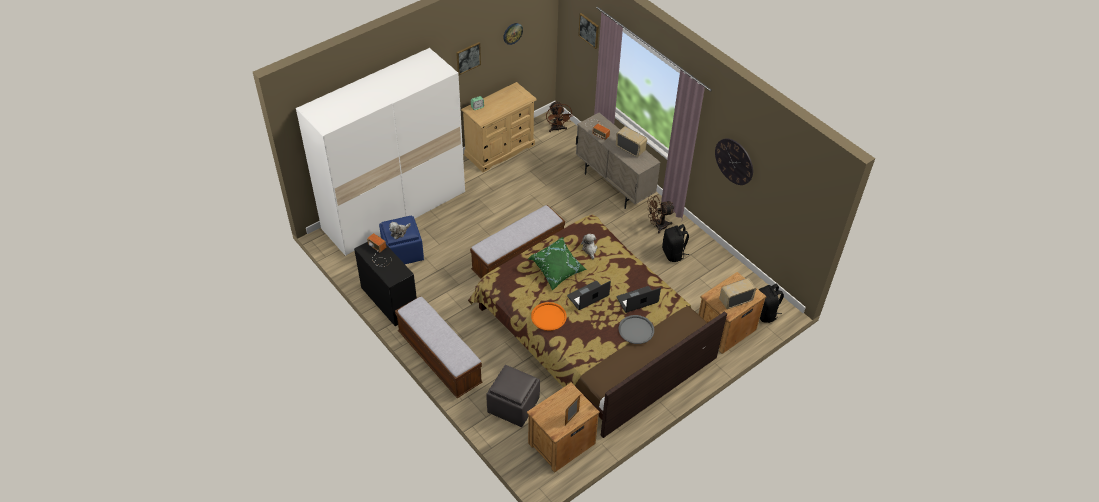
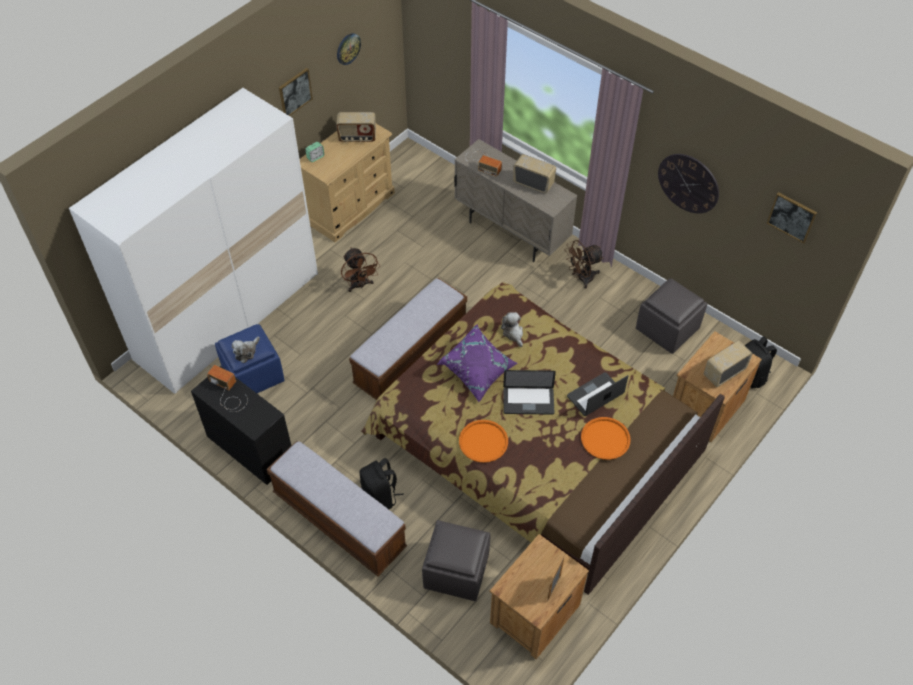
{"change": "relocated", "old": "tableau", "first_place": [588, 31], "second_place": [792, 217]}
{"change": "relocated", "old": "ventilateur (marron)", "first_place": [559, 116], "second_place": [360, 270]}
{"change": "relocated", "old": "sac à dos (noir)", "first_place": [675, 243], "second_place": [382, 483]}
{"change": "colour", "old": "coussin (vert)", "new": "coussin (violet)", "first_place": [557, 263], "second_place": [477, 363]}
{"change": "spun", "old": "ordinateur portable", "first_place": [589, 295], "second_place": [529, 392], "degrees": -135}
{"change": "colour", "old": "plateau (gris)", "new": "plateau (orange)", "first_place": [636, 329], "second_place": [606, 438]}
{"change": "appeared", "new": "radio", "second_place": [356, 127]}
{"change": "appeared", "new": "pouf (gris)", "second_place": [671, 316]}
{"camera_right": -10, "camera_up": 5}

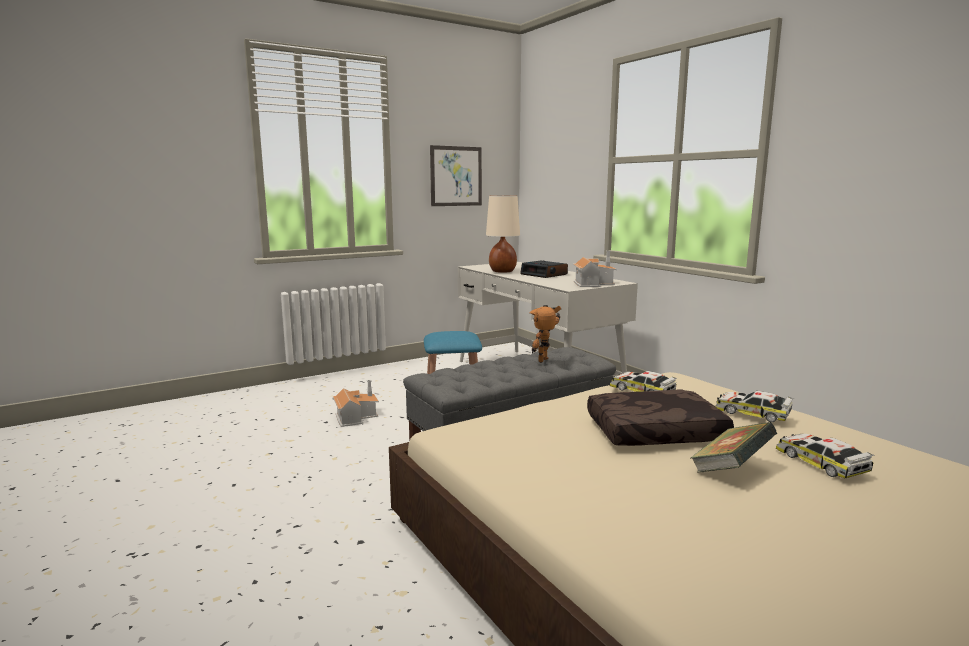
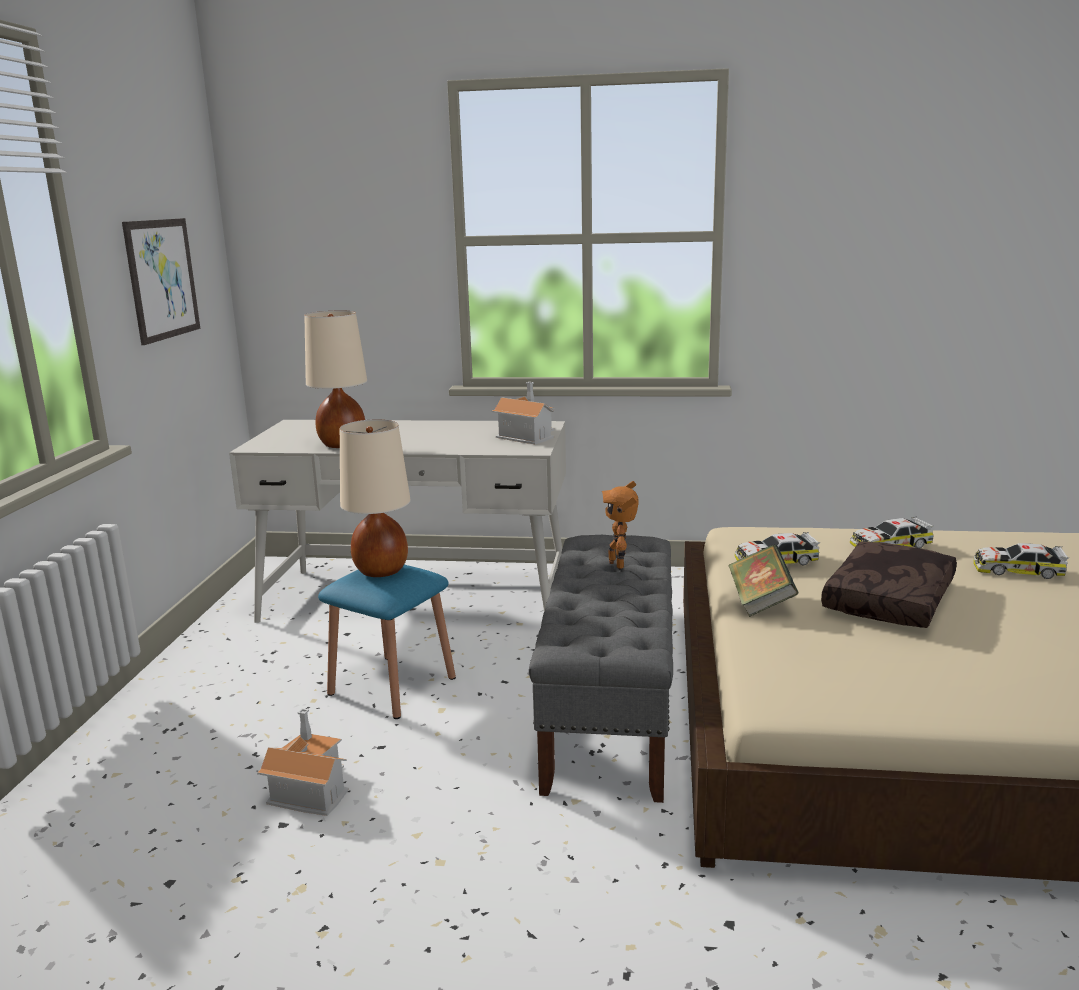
{"change": "missing", "old": "réveil", "first_place": [544, 269]}
{"change": "relocated", "old": "livre", "first_place": [733, 447], "second_place": [763, 580]}
{"change": "appeared", "new": "lampe de table (beige)", "second_place": [375, 498]}
{"camera_right": -50, "camera_up": 5}

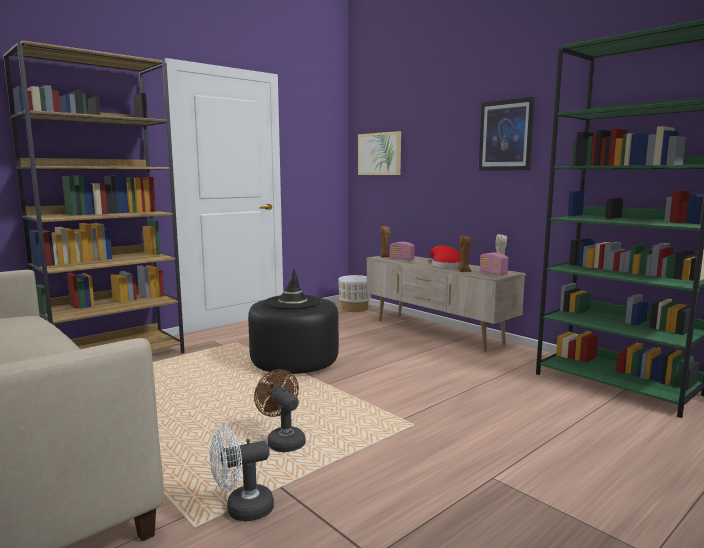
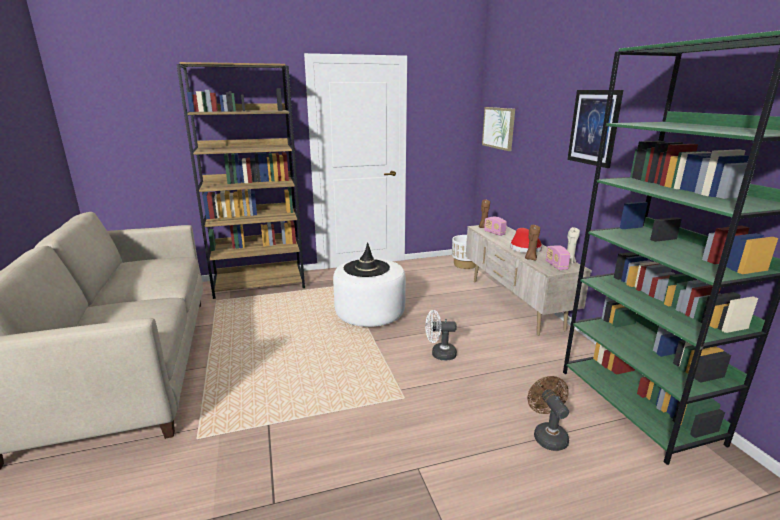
{"change": "colour", "old": "pouf (noir)", "new": "pouf (blanc)", "first_place": [293, 336], "second_place": [369, 293]}
{"change": "relocated", "old": "ventilateur (marron)", "first_place": [280, 410], "second_place": [548, 413]}
{"change": "relocated", "old": "ventilateur (blanc)", "first_place": [242, 474], "second_place": [441, 335]}
{"camera_right": 25, "camera_up": 10}

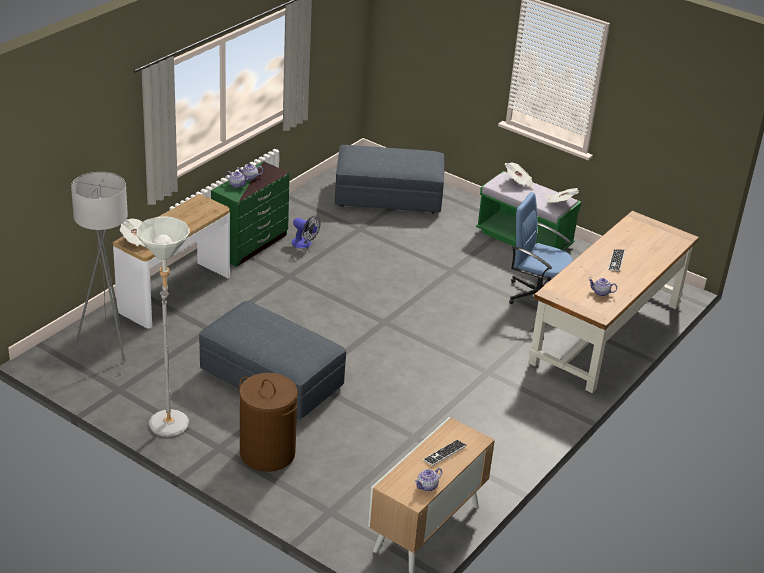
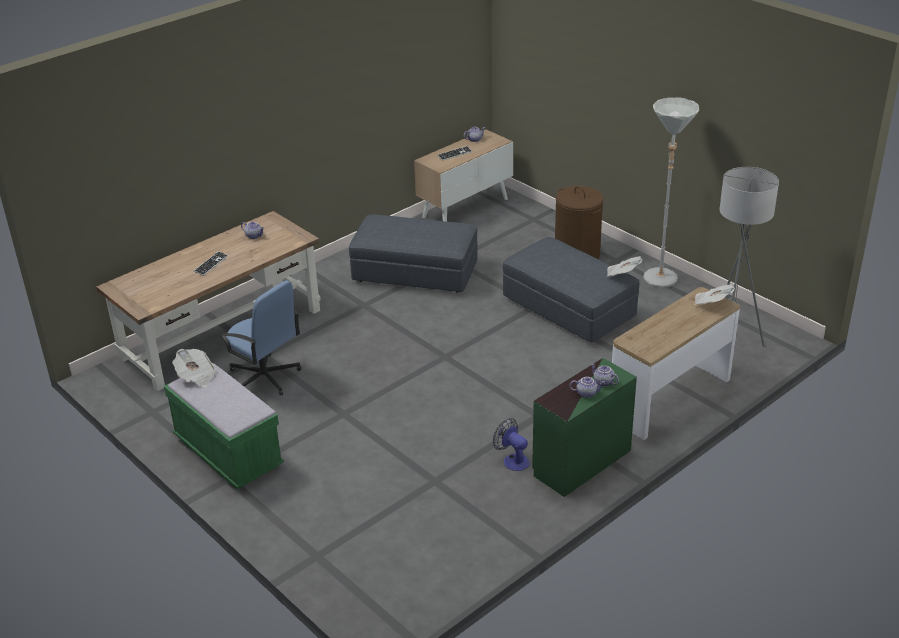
{"change": "relocated", "old": "pouf (gris)", "first_place": [389, 179], "second_place": [413, 254]}
{"change": "relocated", "old": "journal", "first_place": [519, 175], "second_place": [624, 266]}
{"camera_right": -165, "camera_up": 0}

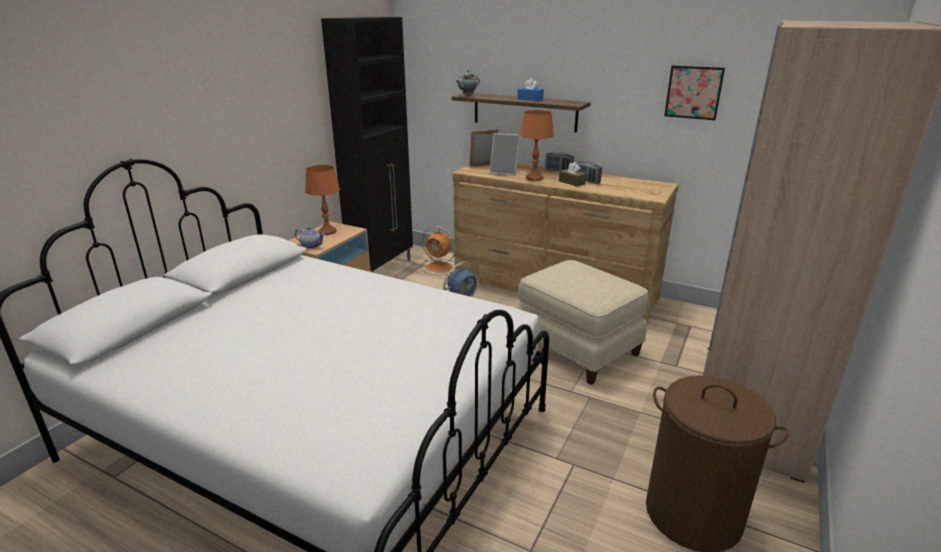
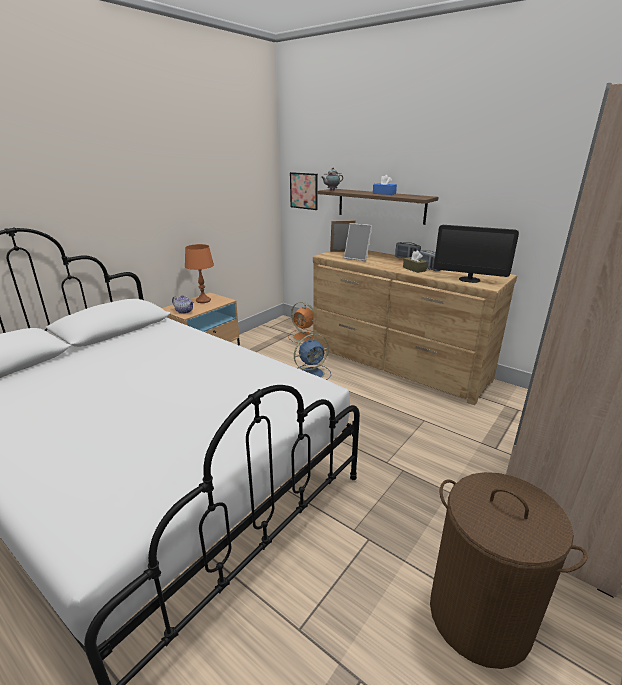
{"change": "missing", "old": "meuble de rangement (noir)", "first_place": [367, 145]}
{"change": "relocated", "old": "tableau", "first_place": [694, 92], "second_place": [304, 191]}
{"change": "missing", "old": "lampe de table (orange)", "first_place": [537, 145]}
{"change": "missing", "old": "pouf (beige)", "first_place": [582, 322]}
{"change": "appeared", "new": "écran d'ordinateur", "second_place": [476, 254]}
{"camera_right": 10, "camera_up": 0}

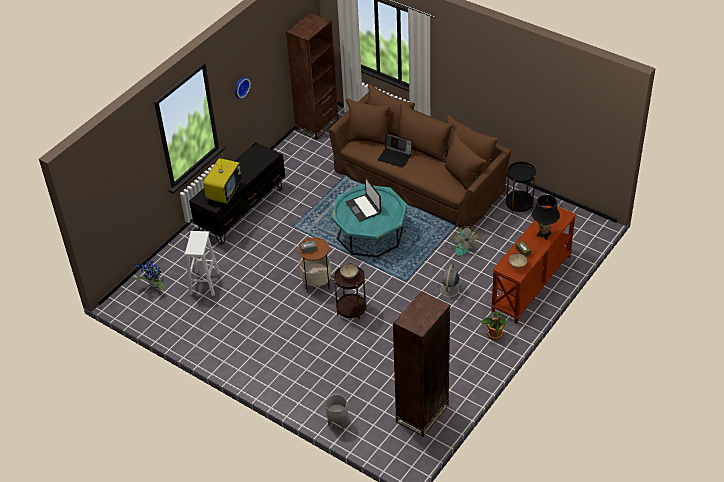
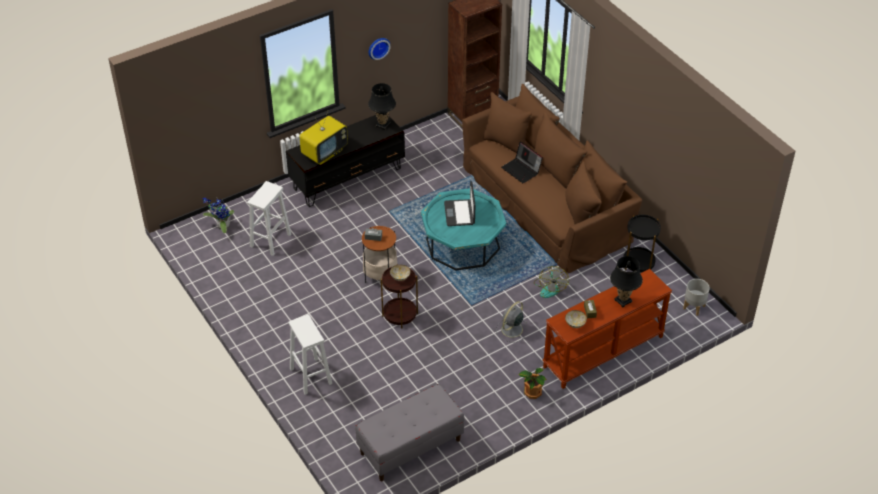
{"change": "exchanged", "old": "bibliothèque (marron)", "new": "banc (gris)", "first_place": [421, 363], "second_place": [409, 432]}
{"change": "relocated", "old": "cache-pot (gris)", "first_place": [336, 411], "second_place": [696, 297]}
{"change": "appeared", "new": "lampe de table (noir)", "second_place": [382, 106]}
{"change": "appeared", "new": "tabouret (blanc)", "second_place": [310, 354]}
{"camera_right": 20, "camera_up": 0}

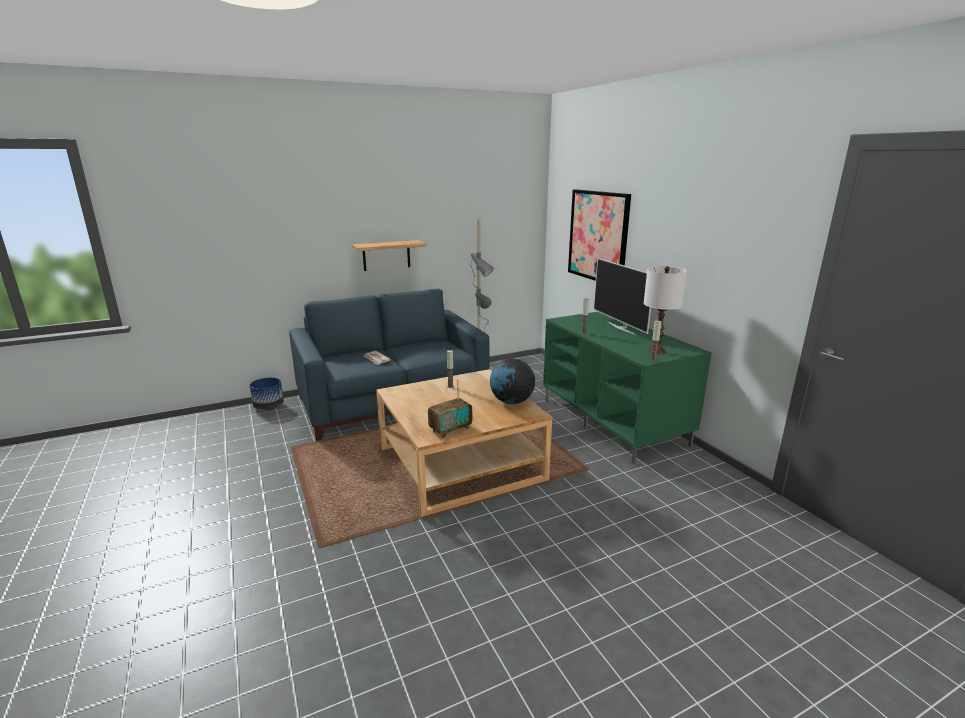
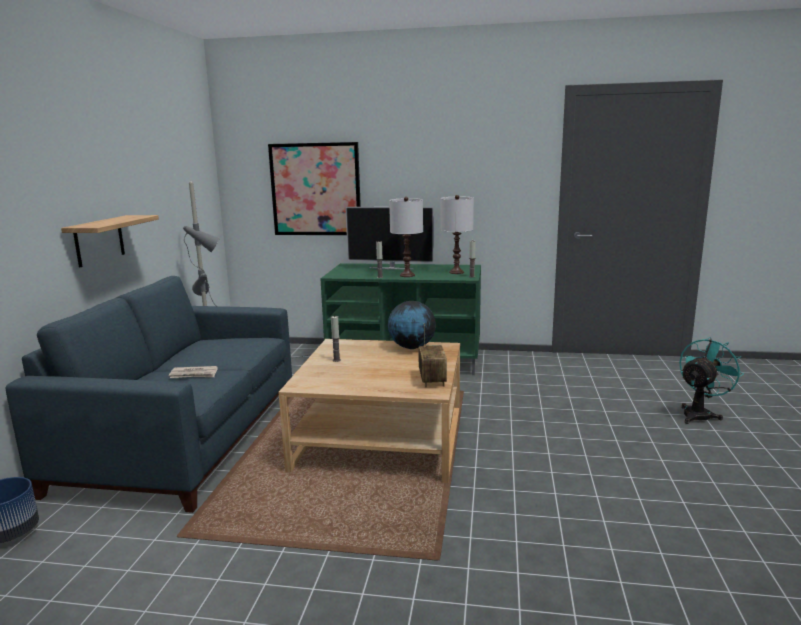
{"change": "appeared", "new": "lampe de table (blanc)", "second_place": [406, 237]}
{"change": "appeared", "new": "ventilateur (turquoise)", "second_place": [711, 380]}
{"camera_right": -55, "camera_up": -5}

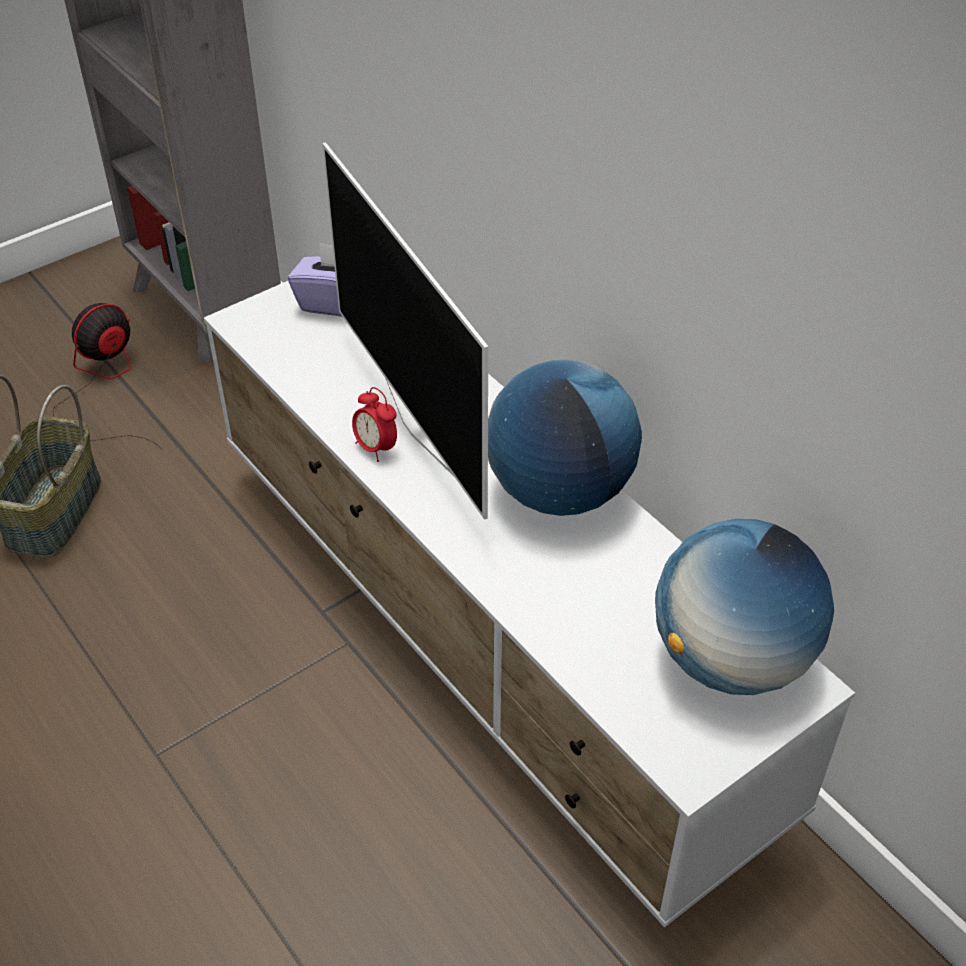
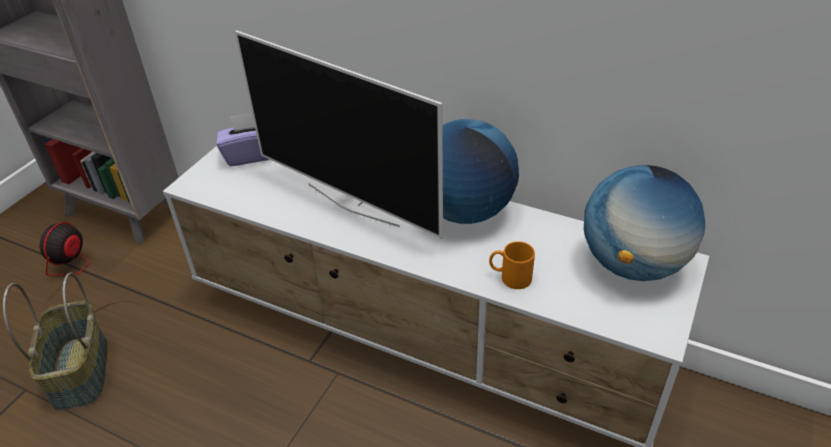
{"change": "missing", "old": "réveil", "first_place": [374, 424]}
{"change": "appeared", "new": "mug (orange)", "second_place": [512, 265]}
{"camera_right": -25, "camera_up": -5}

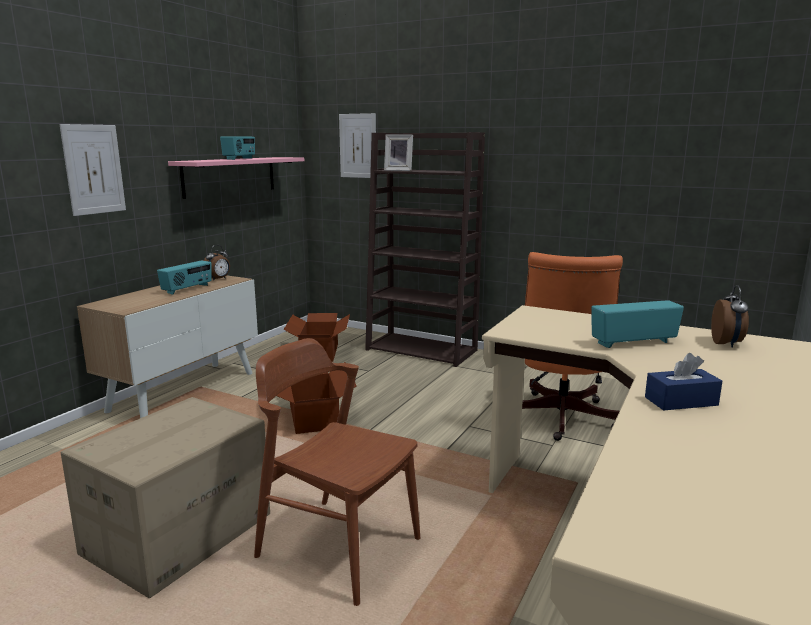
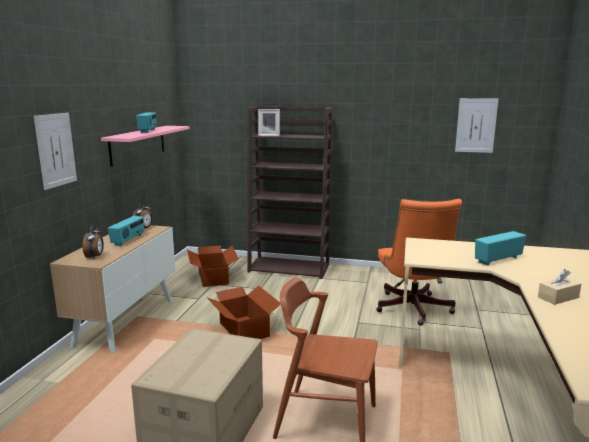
{"change": "relocated", "old": "tableau", "first_place": [357, 145], "second_place": [477, 125]}
{"change": "relocated", "old": "réveil", "first_place": [730, 316], "second_place": [93, 242]}
{"change": "colour", "old": "boîte à mouchoirs (bleu)", "new": "boîte à mouchoirs (beige)", "first_place": [683, 382], "second_place": [559, 287]}
{"camera_right": -15, "camera_up": 0}

